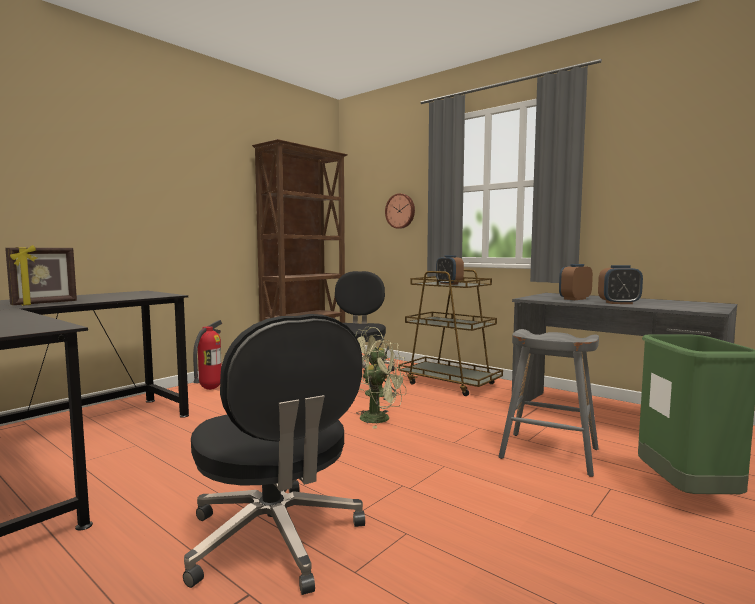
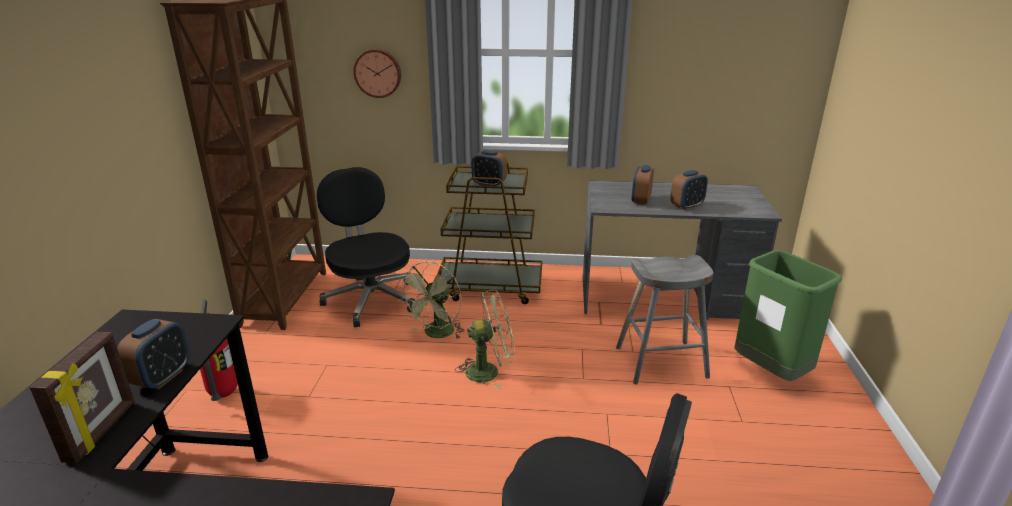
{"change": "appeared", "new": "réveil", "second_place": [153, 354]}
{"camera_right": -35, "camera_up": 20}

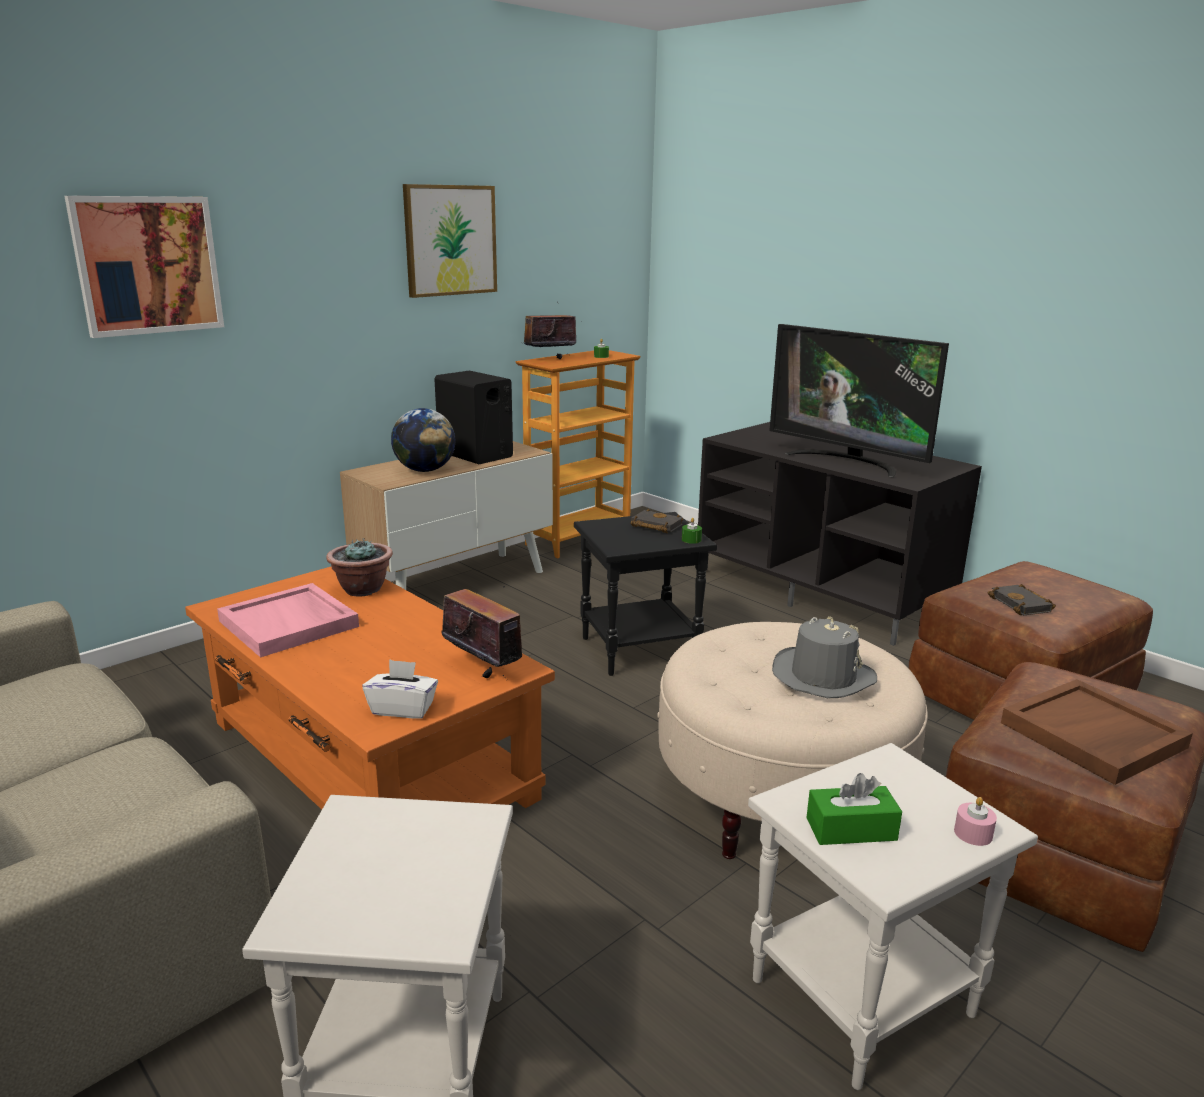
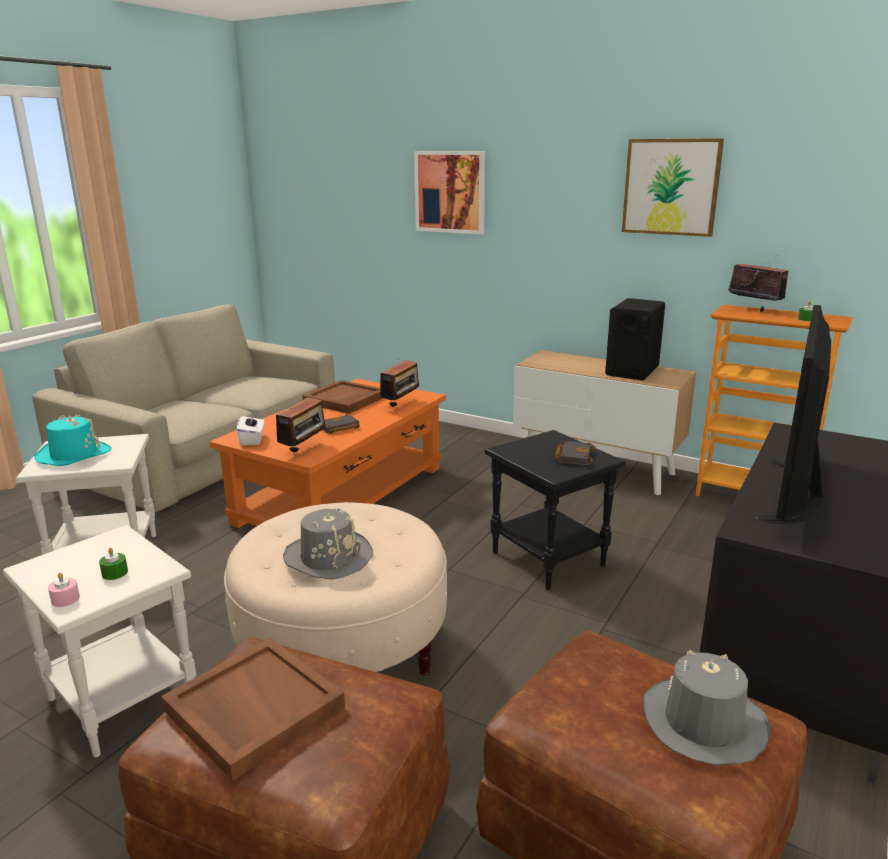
{"change": "missing", "old": "globe", "first_place": [423, 440]}
{"change": "relocated", "old": "bougie (vert)", "first_place": [692, 531], "second_place": [113, 563]}
{"change": "exchanged", "old": "plante en pot", "new": "radio", "first_place": [359, 567], "second_place": [398, 384]}
{"change": "colour", "old": "plateau (rose)", "new": "plateau (marron)", "first_place": [288, 620], "second_place": [342, 397]}
{"change": "relocated", "old": "livre (noir)", "first_place": [1022, 599], "second_place": [341, 424]}
{"change": "missing", "old": "boîte à mouchoirs (vert)", "first_place": [854, 809]}
{"change": "appeared", "new": "chapeau (turquoise)", "second_place": [73, 440]}
{"change": "appeared", "new": "chapeau (gris)", "second_place": [707, 707]}
{"camera_right": 75, "camera_up": 0}

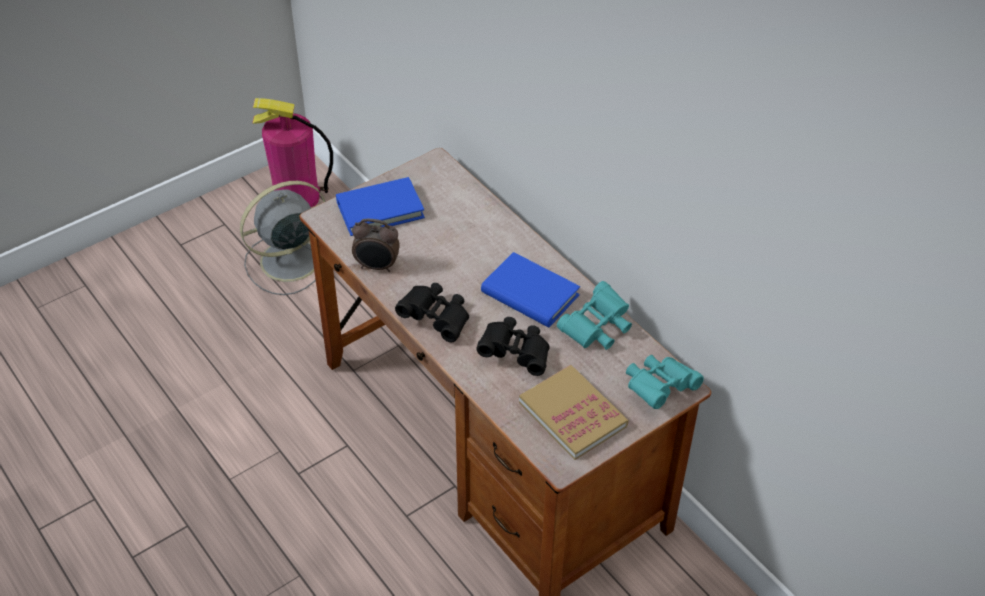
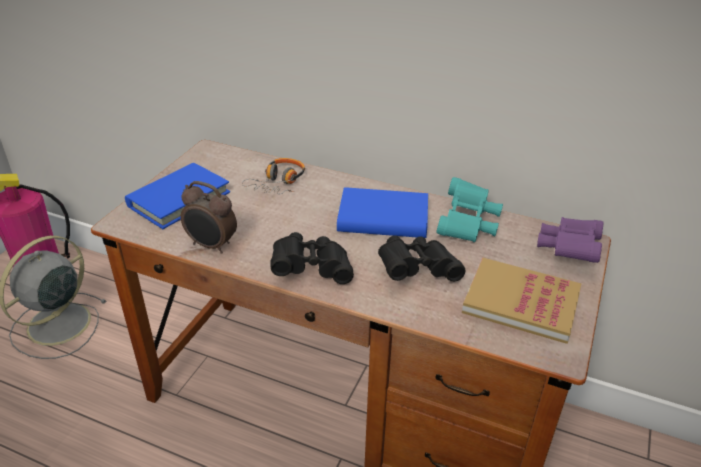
{"change": "spun", "old": "réveil", "first_place": [376, 245], "second_place": [209, 217], "degrees": 45}
{"change": "colour", "old": "jumelles (turquoise)", "new": "jumelles (violet)", "first_place": [665, 382], "second_place": [570, 240]}
{"change": "appeared", "new": "casque audio", "second_place": [273, 176]}
{"camera_right": -30, "camera_up": -10}

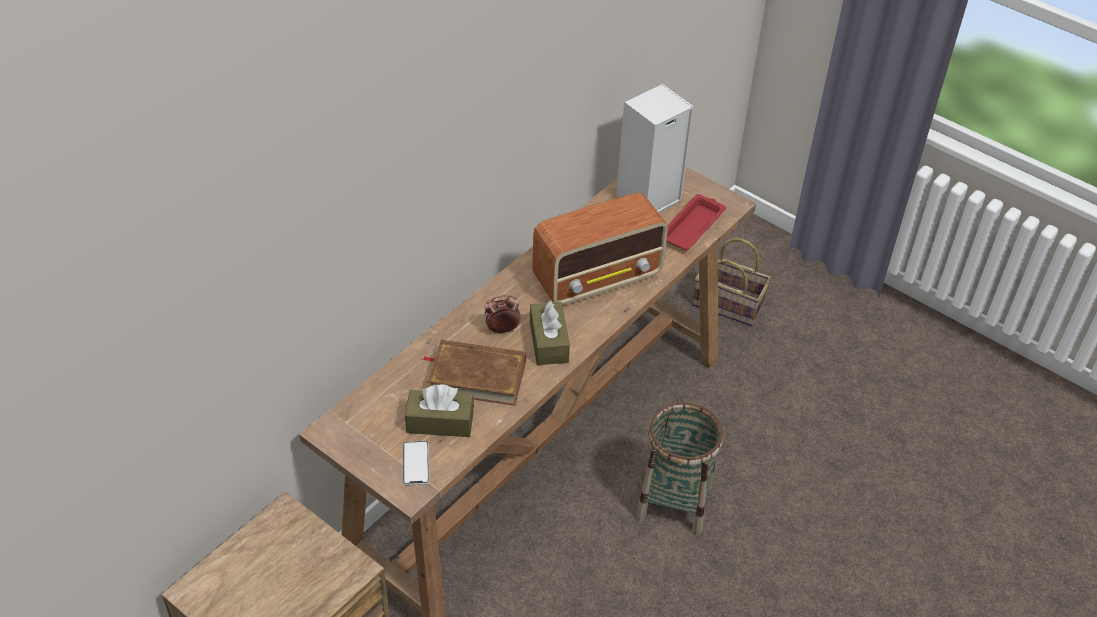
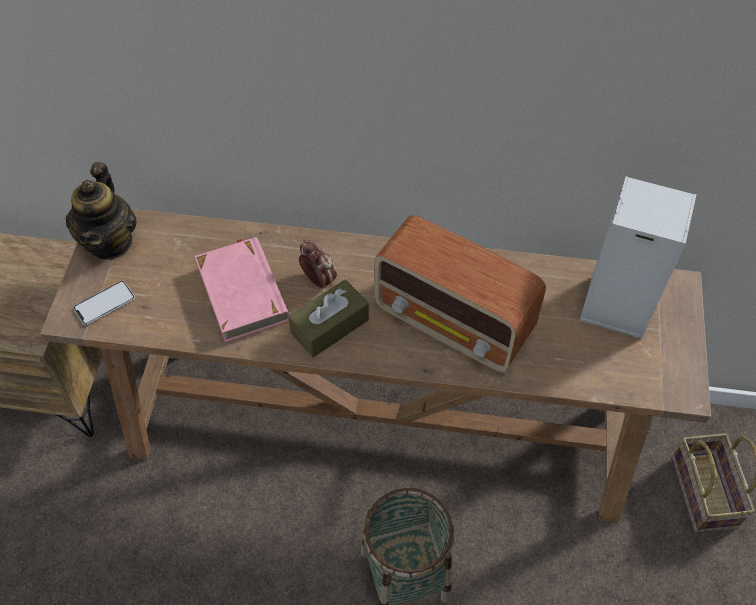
{"change": "missing", "old": "plateau (rouge)", "first_place": [696, 222]}
{"change": "colour", "old": "livre (marron)", "new": "livre (rose)", "first_place": [474, 373], "second_place": [242, 290]}
{"change": "missing", "old": "boîte à mouchoirs (marron)", "first_place": [439, 411]}
{"change": "appeared", "new": "théière", "second_place": [101, 211]}
{"camera_right": 60, "camera_up": 10}

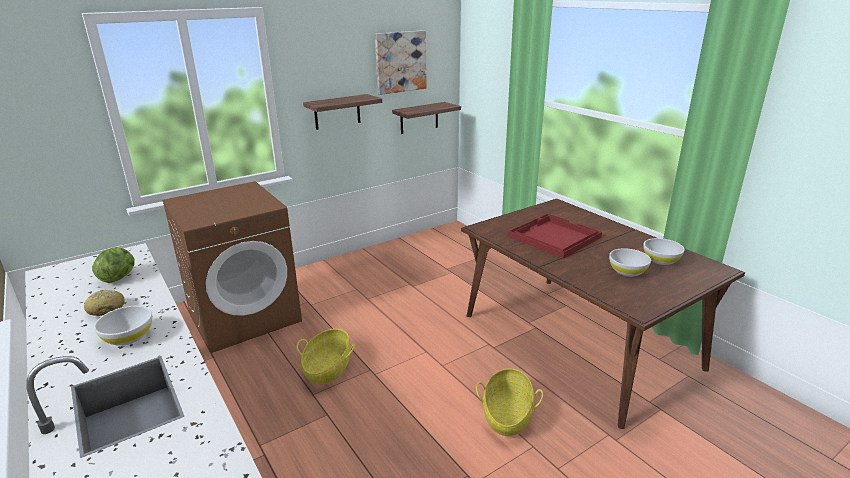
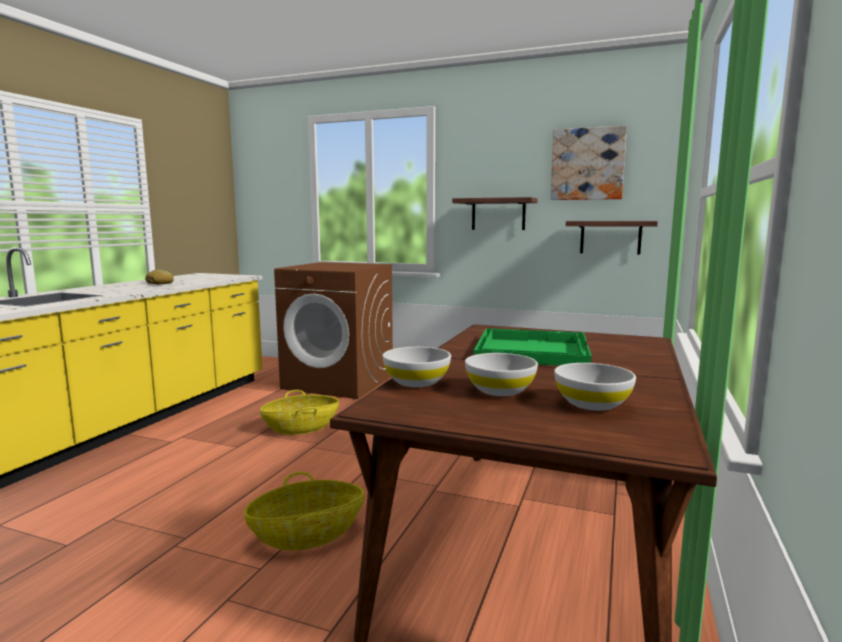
{"change": "colour", "old": "plateau (rouge)", "new": "plateau (vert)", "first_place": [555, 236], "second_place": [533, 347]}
{"change": "missing", "old": "laitue", "first_place": [113, 265]}
{"change": "relocated", "old": "bol (blanc)", "first_place": [123, 326], "second_place": [417, 367]}
{"camera_right": 55, "camera_up": -15}

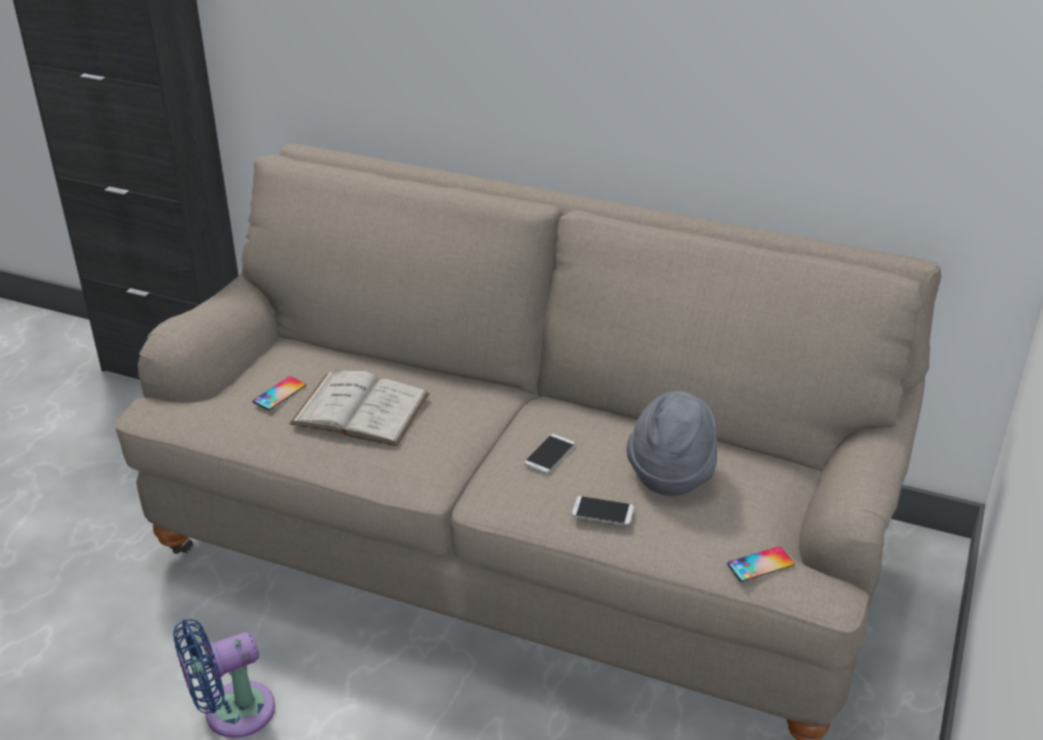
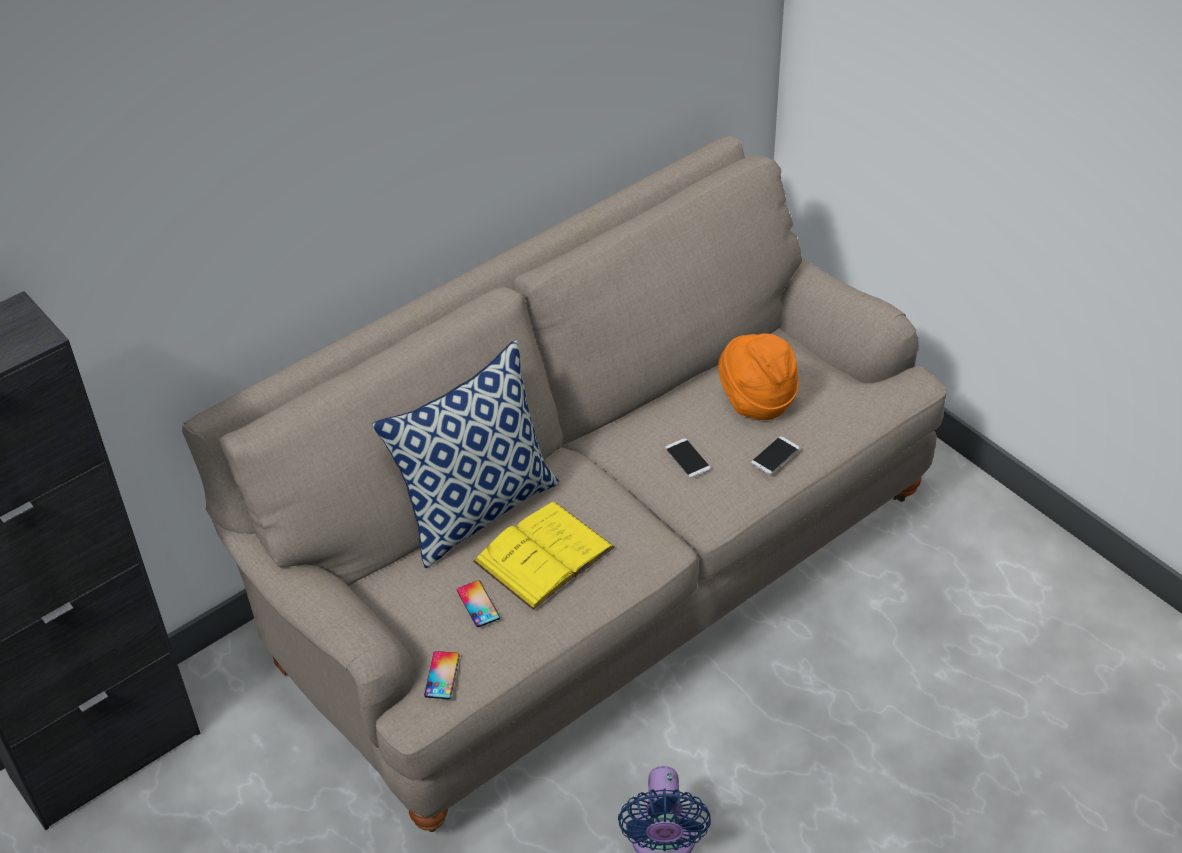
{"change": "colour", "old": "livre (blanc)", "new": "livre (jaune)", "first_place": [359, 407], "second_place": [544, 555]}
{"change": "colour", "old": "chapeau (gris)", "new": "chapeau (orange)", "first_place": [671, 443], "second_place": [758, 376]}
{"change": "relocated", "old": "téléphone", "first_place": [760, 564], "second_place": [442, 675]}
{"change": "appeared", "new": "coussin", "second_place": [465, 454]}
{"camera_right": -60, "camera_up": 10}

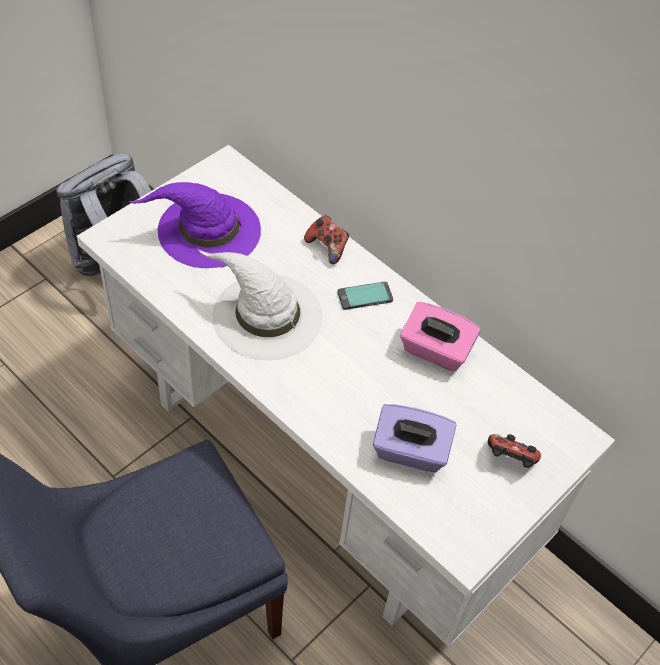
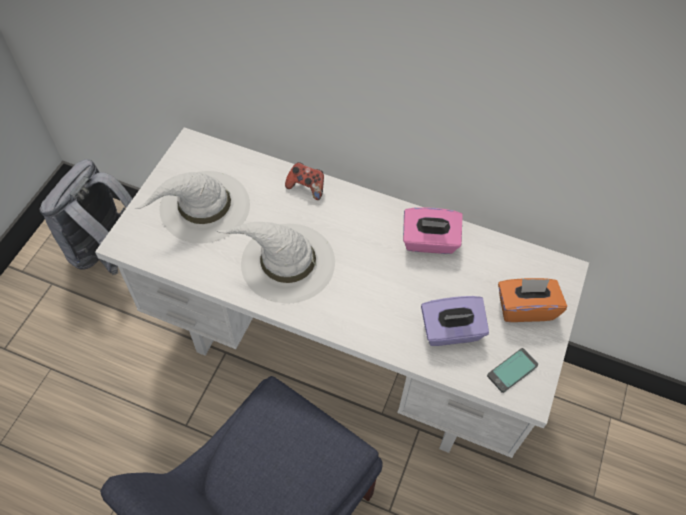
{"change": "colour", "old": "chapeau (violet)", "new": "chapeau (blanc)", "first_place": [194, 225], "second_place": [192, 207]}
{"change": "relocated", "old": "téléphone", "first_place": [365, 296], "second_place": [512, 370]}
{"change": "exchanged", "old": "manette", "new": "boîte à mouchoirs (orange)", "first_place": [514, 451], "second_place": [532, 300]}
{"camera_right": -20, "camera_up": 5}

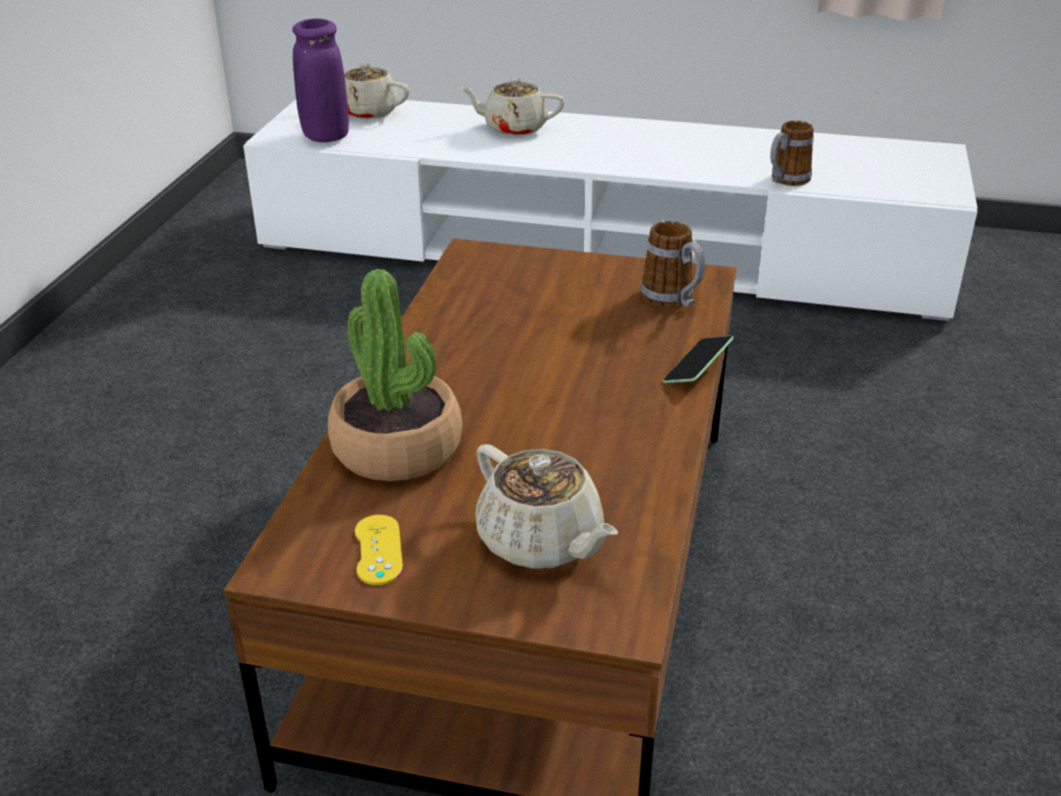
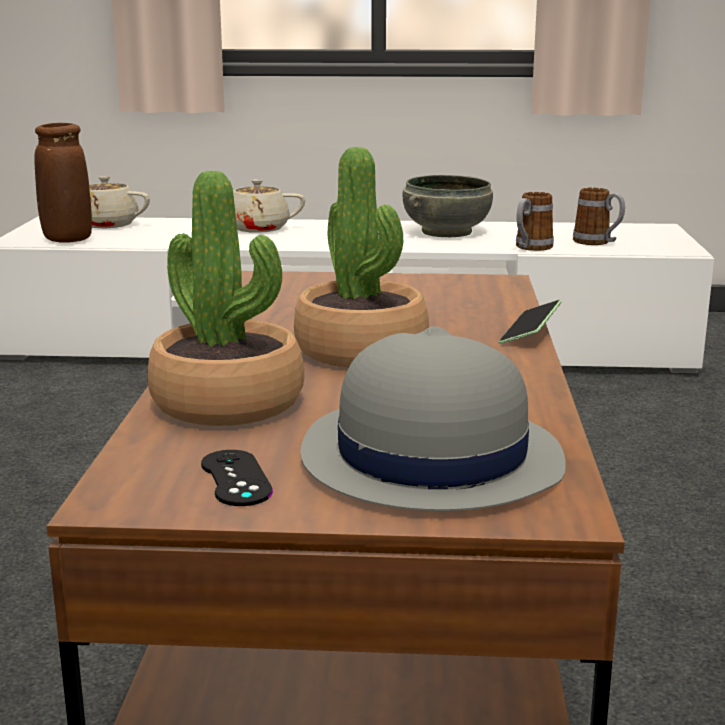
{"change": "colour", "old": "vase (violet)", "new": "vase (marron)", "first_place": [320, 80], "second_place": [63, 183]}
{"change": "relocated", "old": "mug", "first_place": [673, 264], "second_place": [599, 216]}
{"change": "exchanged", "old": "théière (beige)", "new": "chapeau (gris)", "first_place": [546, 506], "second_place": [433, 418]}
{"change": "colour", "old": "manette (jaune)", "new": "manette (noir)", "first_place": [379, 550], "second_place": [237, 478]}
{"change": "appeared", "new": "plante en pot", "second_place": [361, 257]}
{"change": "appeared", "new": "bol (gris)", "second_place": [447, 206]}
{"camera_right": -10, "camera_up": -15}

